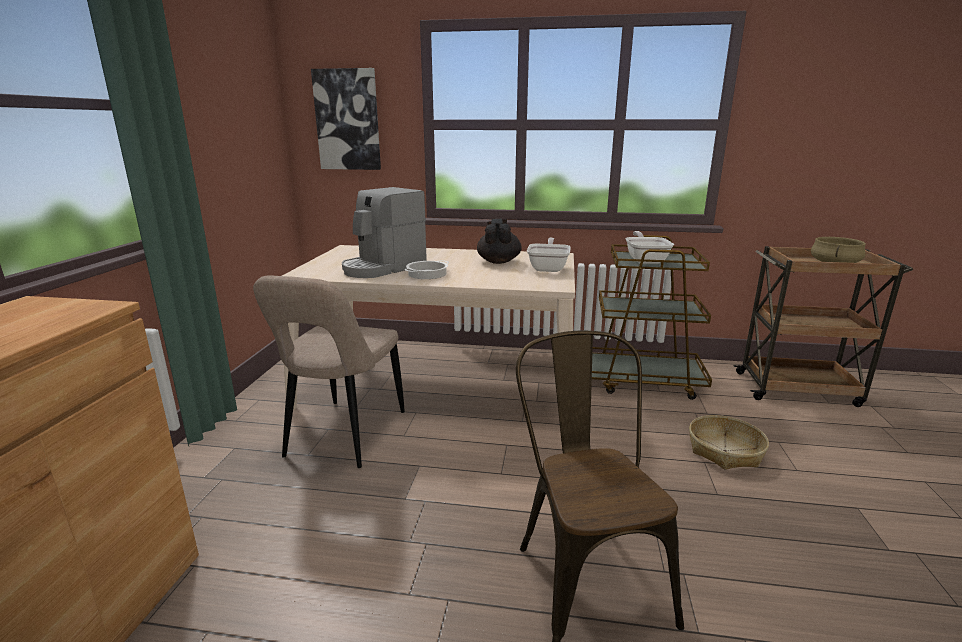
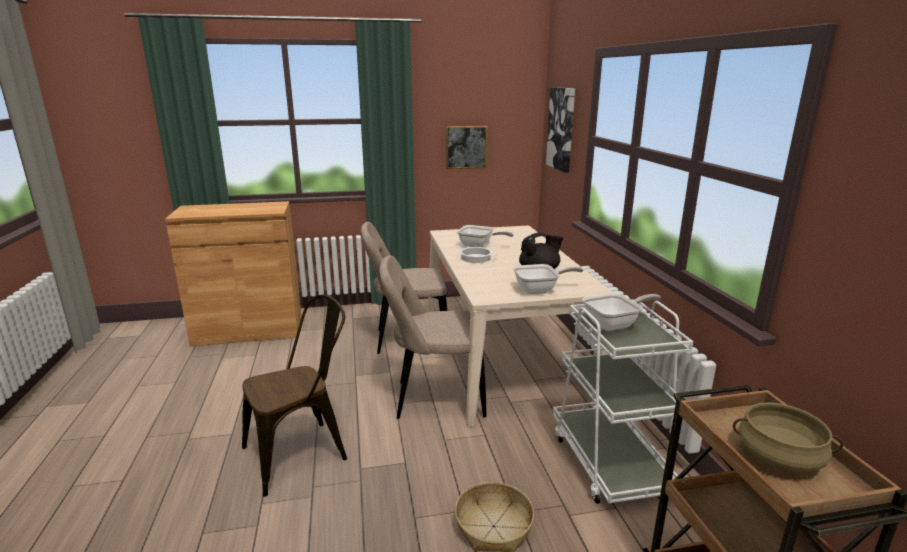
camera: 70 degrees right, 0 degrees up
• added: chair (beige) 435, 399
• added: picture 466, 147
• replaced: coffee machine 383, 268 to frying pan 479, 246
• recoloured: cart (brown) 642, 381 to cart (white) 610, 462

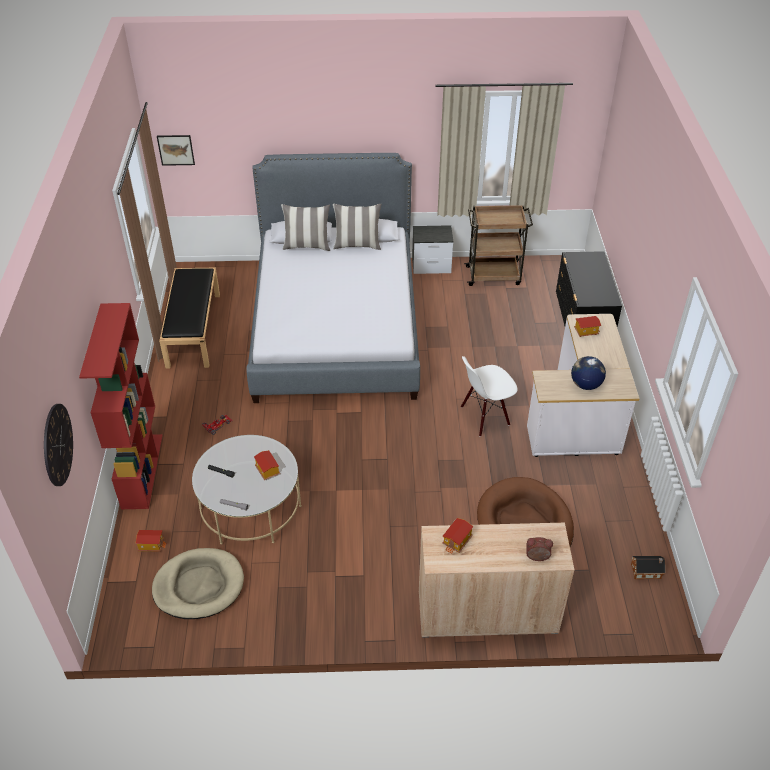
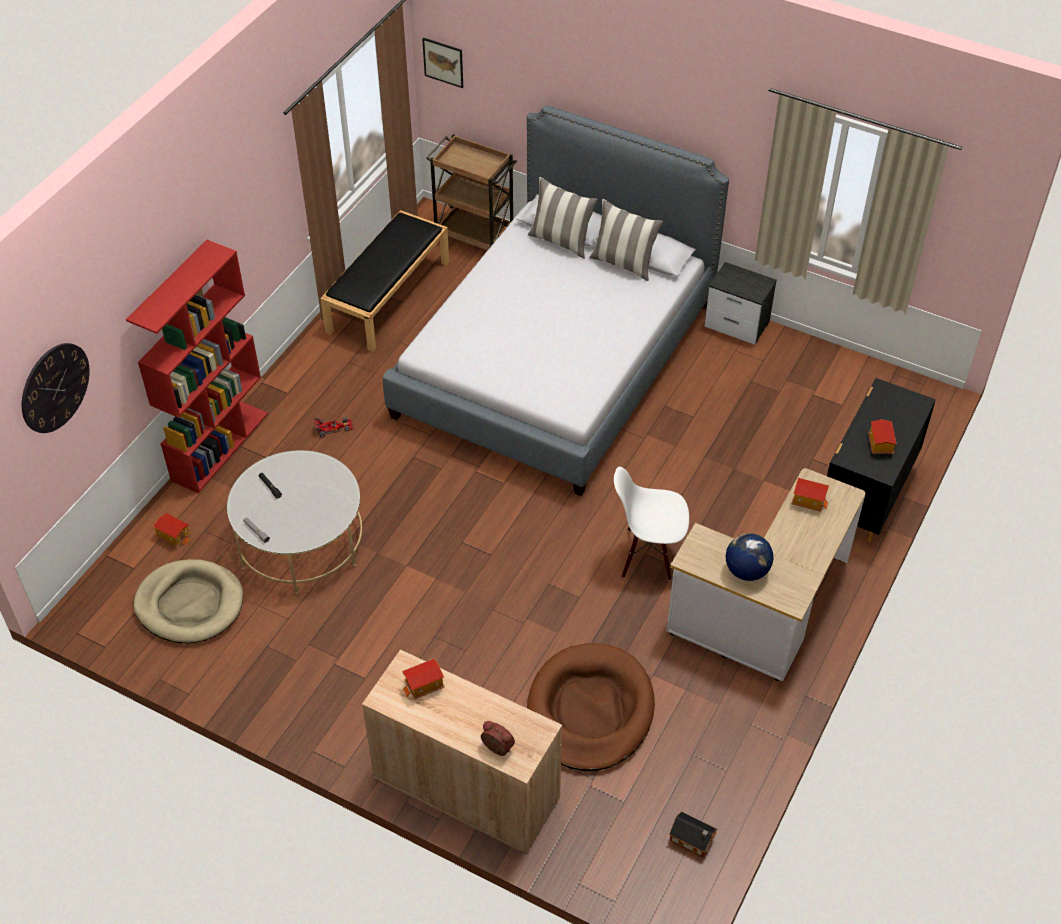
camera: 30 degrees right, 5 degrees up
• moved: toy house 267, 471 to 879, 444
• moved: cart (brown) 494, 275 to 474, 235

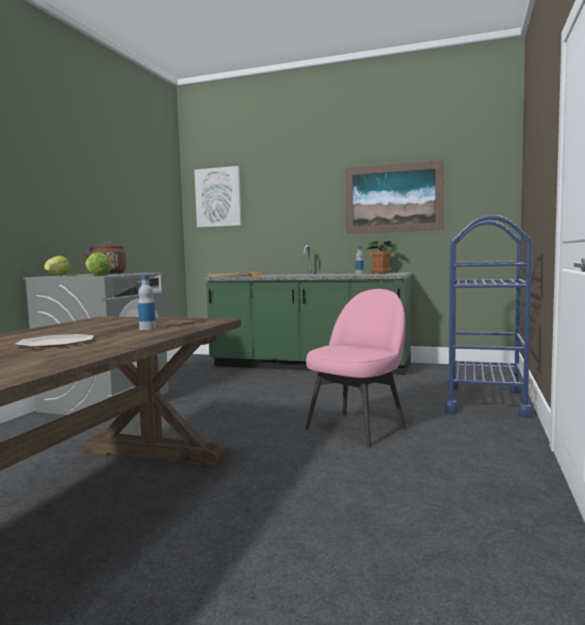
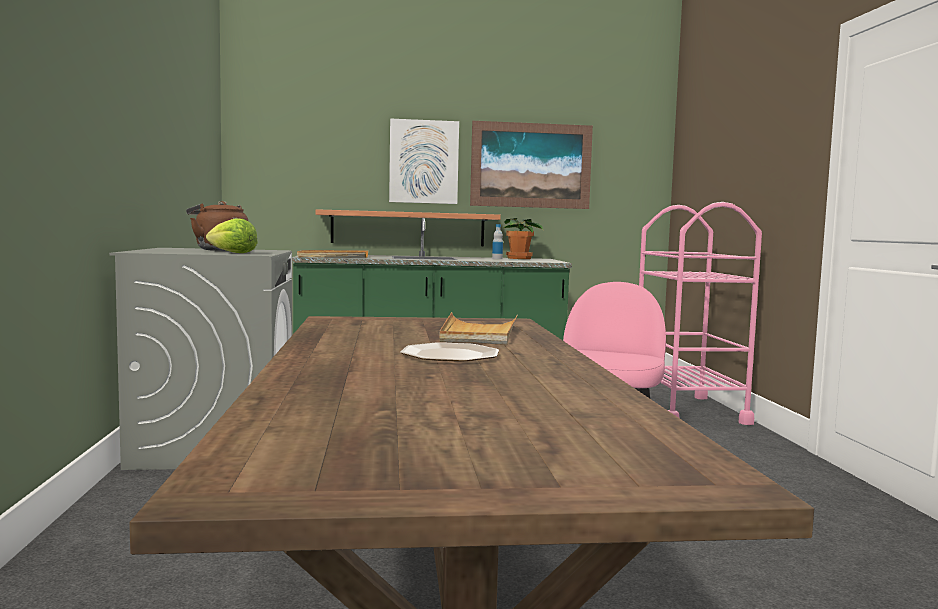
camera: 25 degrees left, 0 degrees up
• removed: lettuce 57, 275
• added: shelf 408, 228
• moved: picture 218, 197 to 423, 162
• replaced: bottle 147, 328 to tray (beige) 478, 333
• recoloured: cart (blue) 485, 401 to cart (pink) 687, 410

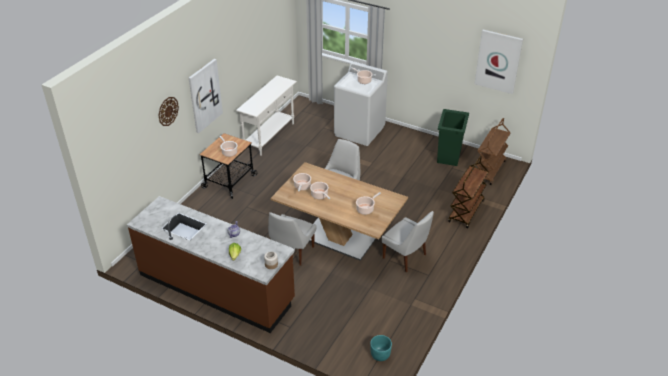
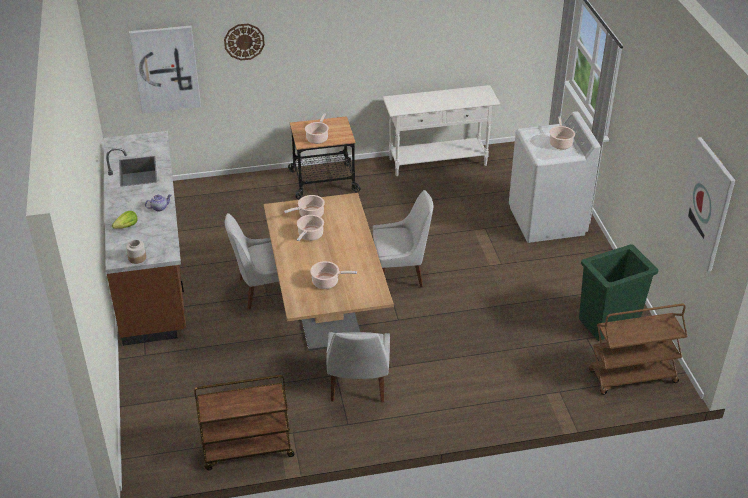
camera: 50 degrees right, 0 degrees up
• removed: planter (turquoise) 380, 355
• moved: picture 205, 95 to 166, 69
• moved: cart (brown) 466, 212 to 247, 450

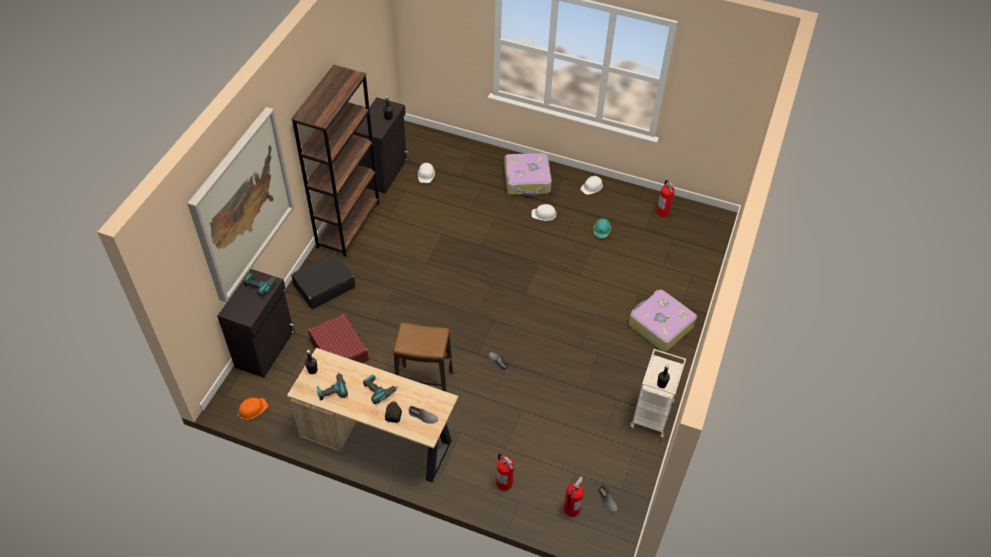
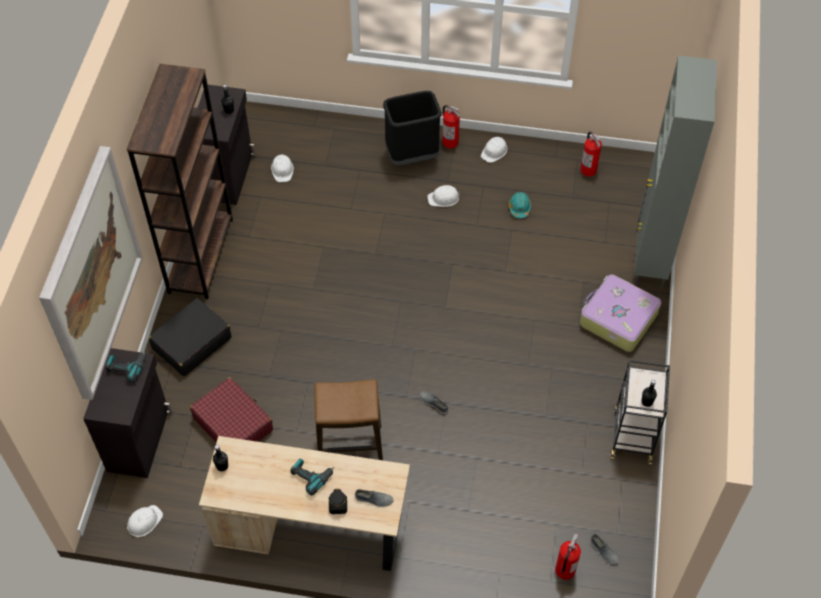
camera: 10 degrees left, 5 degrees up
• removed: power drill 332, 390
• added: cabinet (grey) 650, 258
• moved: fire extinguisher 504, 483 to 450, 142
• replaced: suitcase 527, 180 to trash can (black) 412, 155
• recoloured: hard hat (orange) 252, 409 to hard hat (white) 144, 521
• recoloured: cart (white) 651, 415 to cart (black) 632, 435

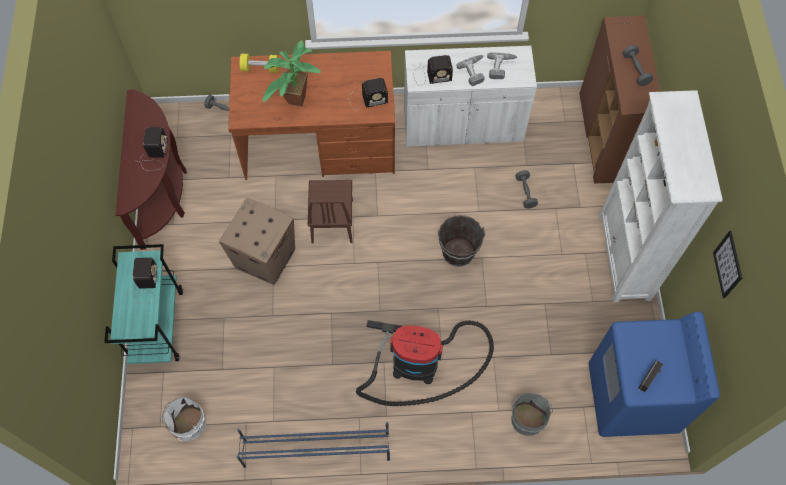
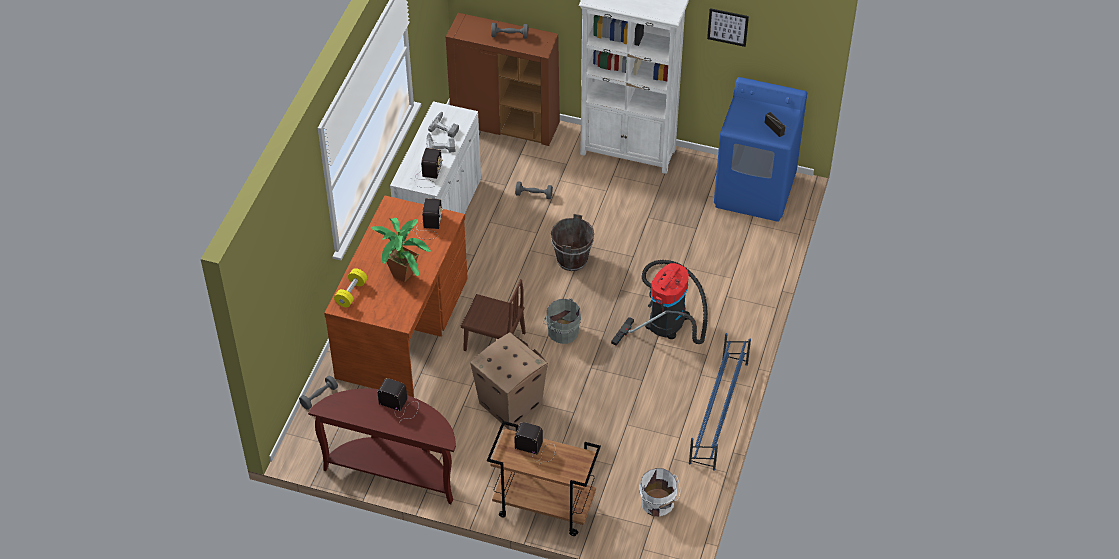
camera: 70 degrees left, 15 degrees down
• moved: bucket (grey) 527, 418 to 562, 331
• recoloured: cart (turquoise) 157, 325 to cart (brown) 543, 507

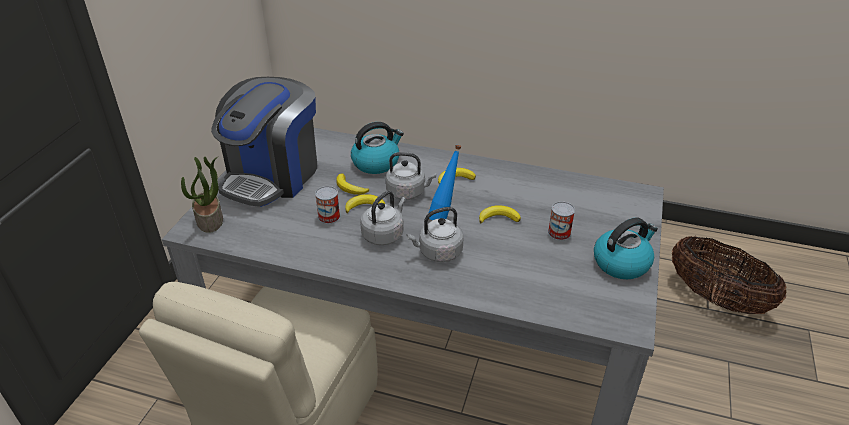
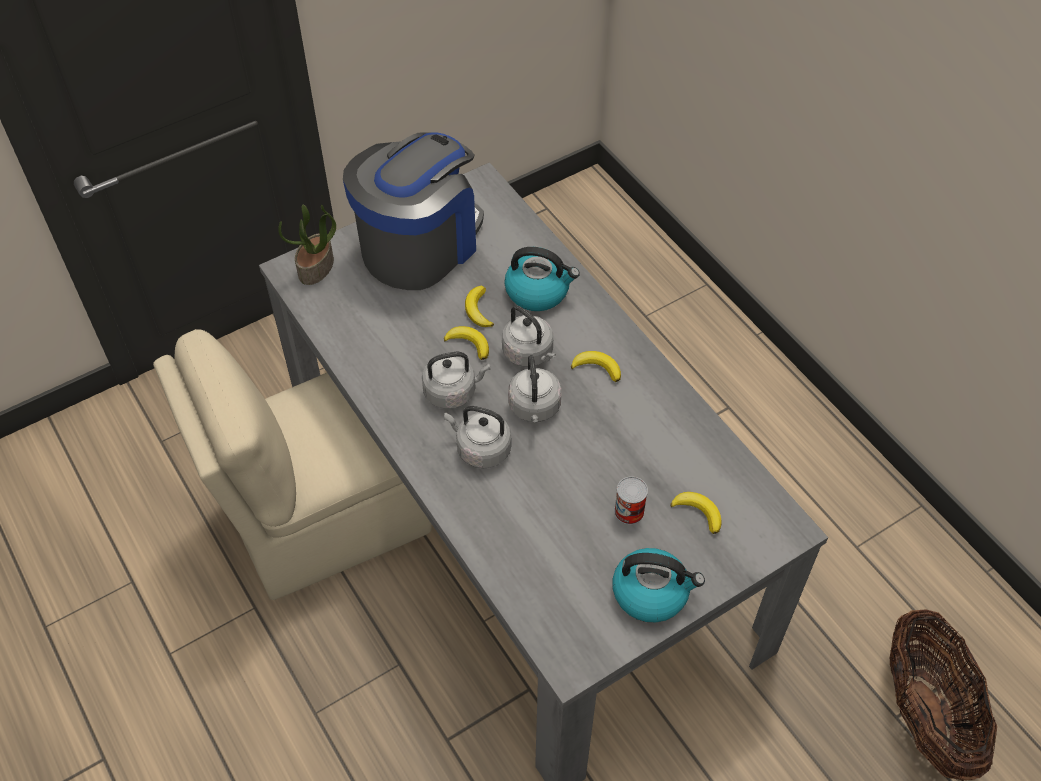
camera: 40 degrees right, 15 degrees up
• removed: can 329, 216
• moved: banana 498, 217 to 698, 512
• replaced: bottle (blue) 444, 215 to kettle (grey) 534, 408
• turned: coffee machine 272, 175 = 420, 245 150 degrees clockwise

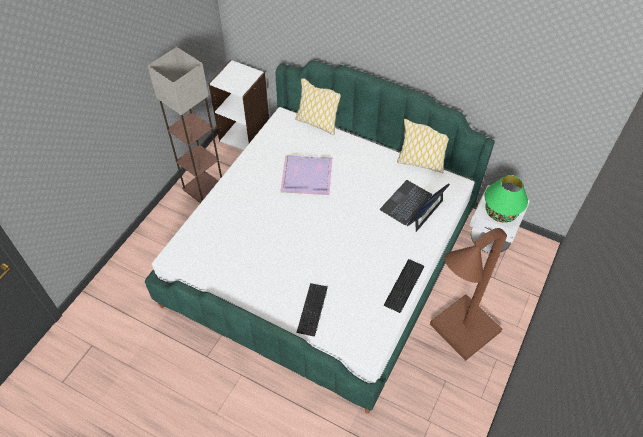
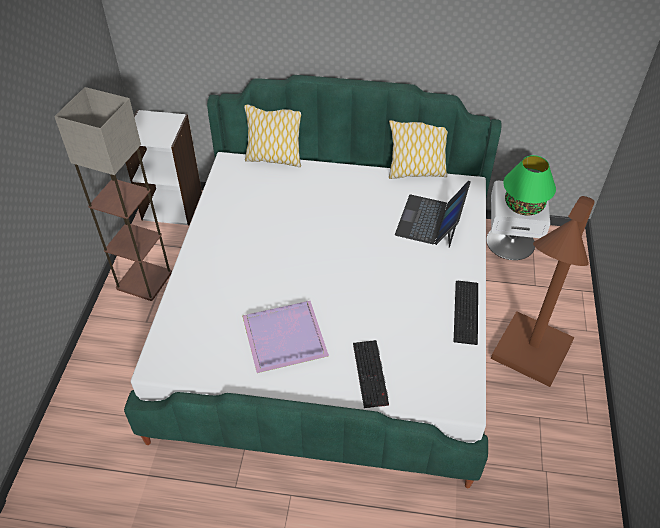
camera: 20 degrees left, 5 degrees down
• moved: tray (purple) 306, 175 to 283, 336

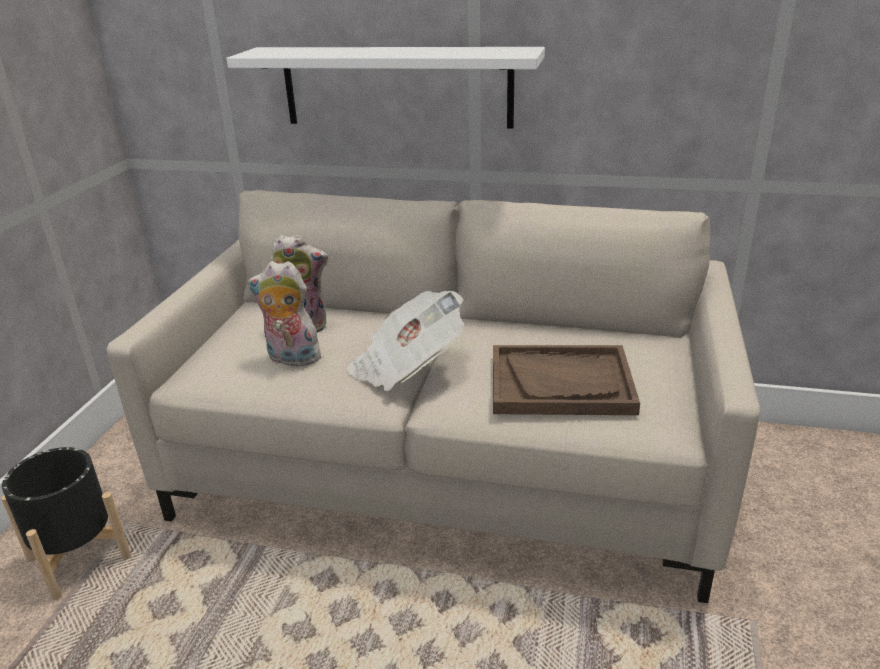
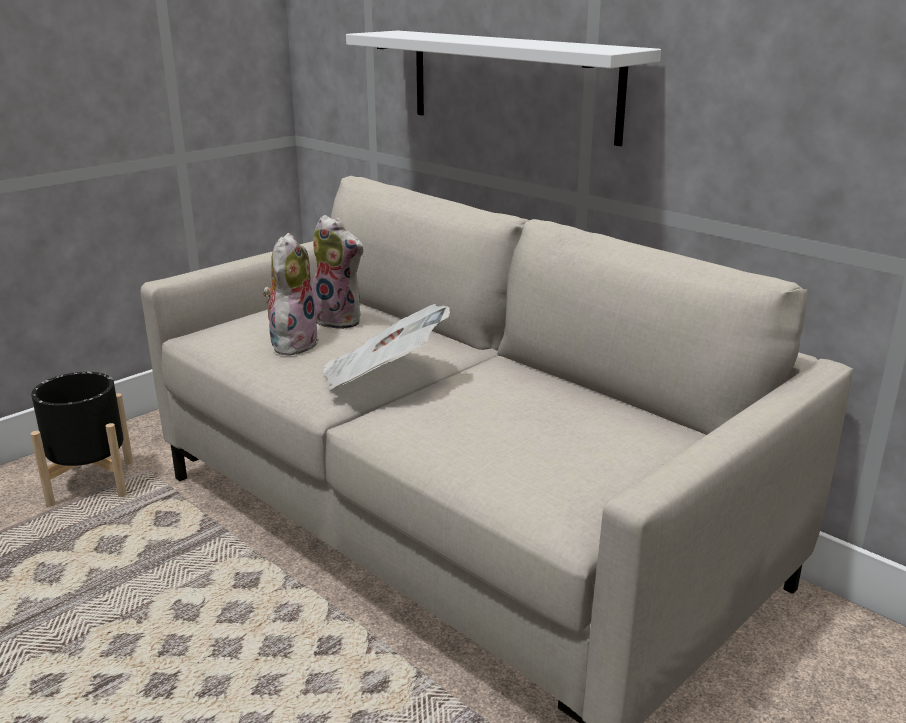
camera: 30 degrees right, 5 degrees down
• removed: tray (brown) 561, 383
• turned: plush toy 291, 359 = 292, 343 60 degrees clockwise

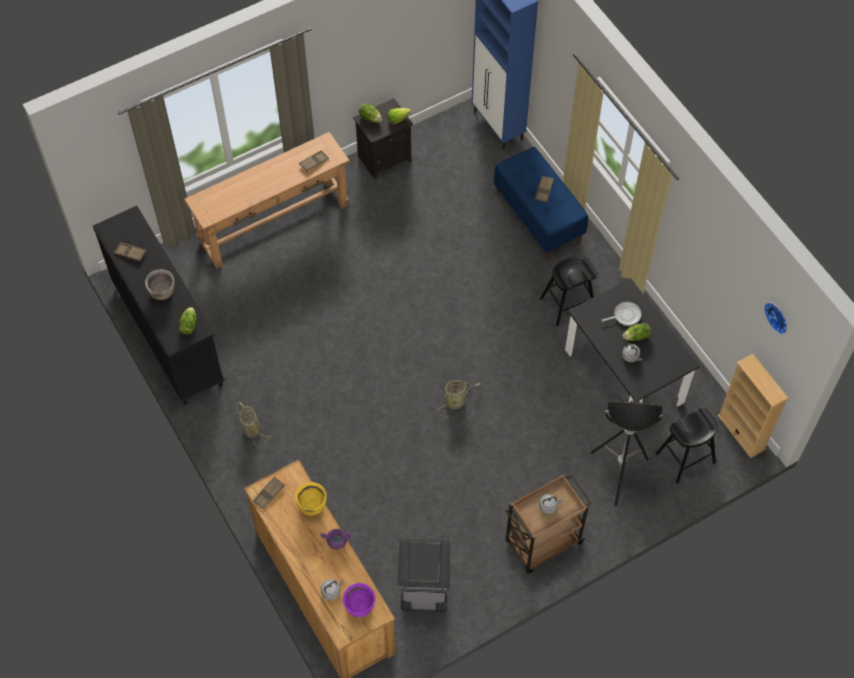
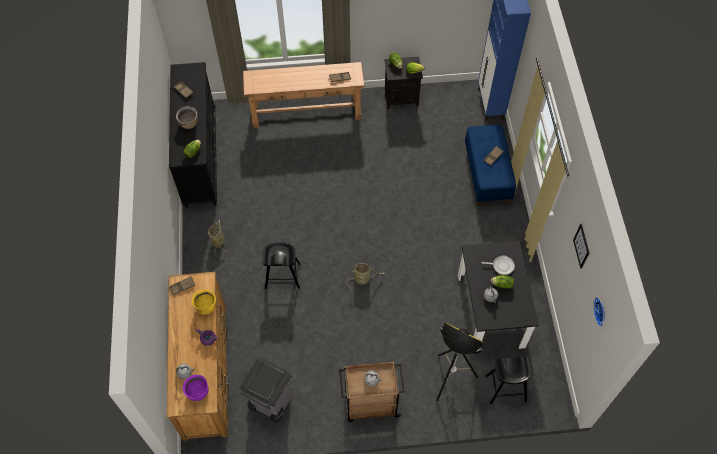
camera: 25 degrees right, 0 degrees up
• removed: bookcase (beige) 741, 432
• added: picture 581, 246
• moved: stool (black) 567, 304 to 282, 276

